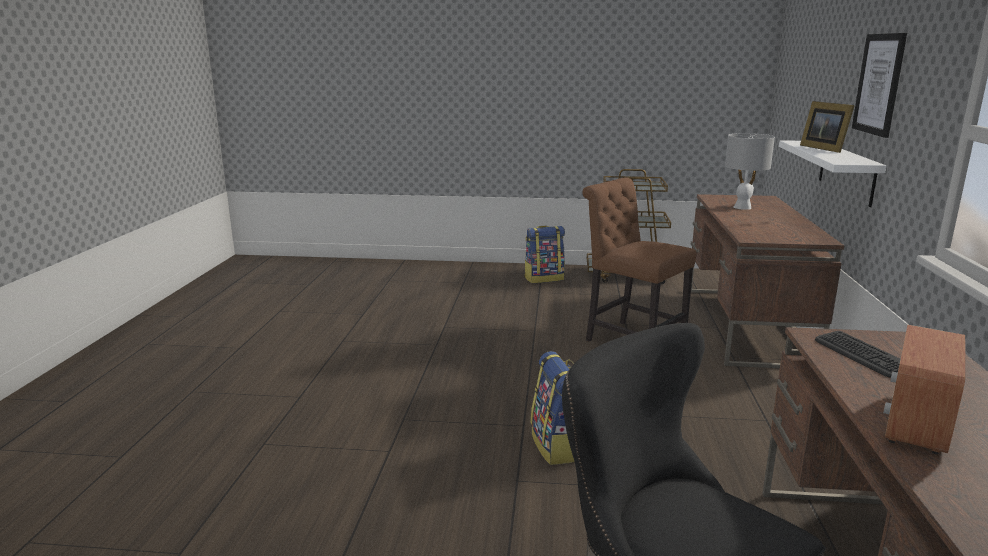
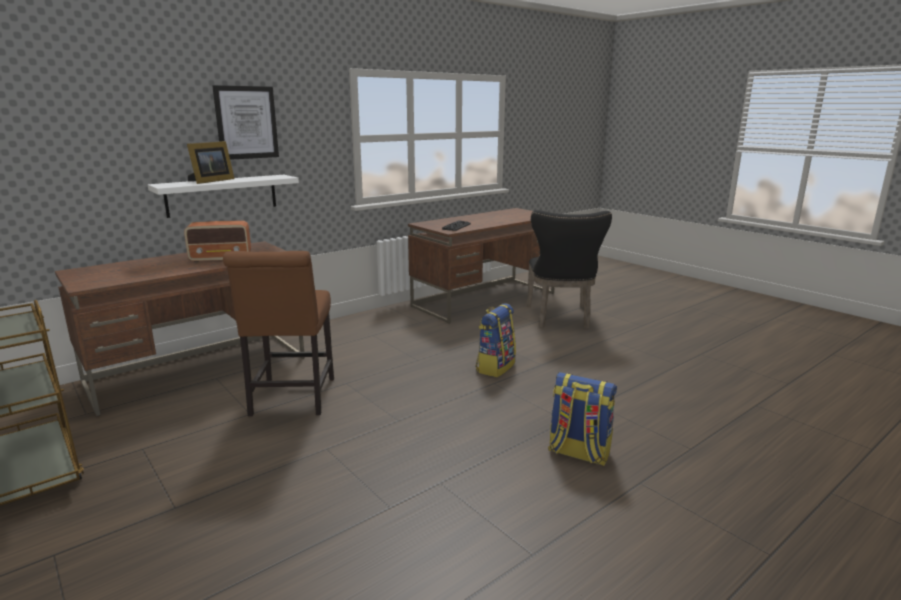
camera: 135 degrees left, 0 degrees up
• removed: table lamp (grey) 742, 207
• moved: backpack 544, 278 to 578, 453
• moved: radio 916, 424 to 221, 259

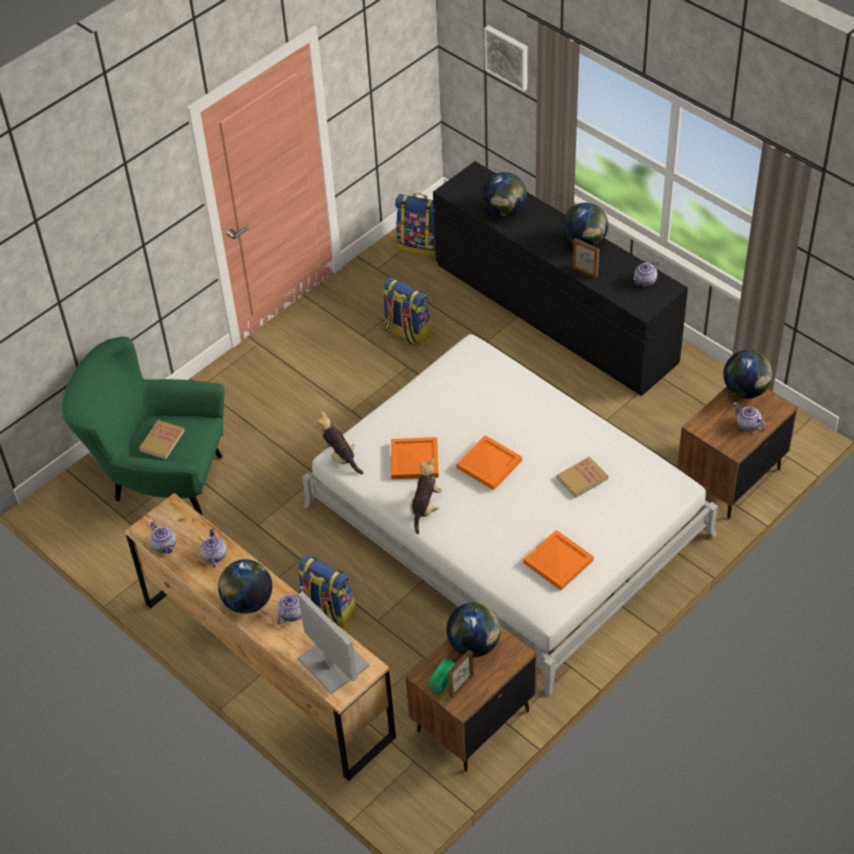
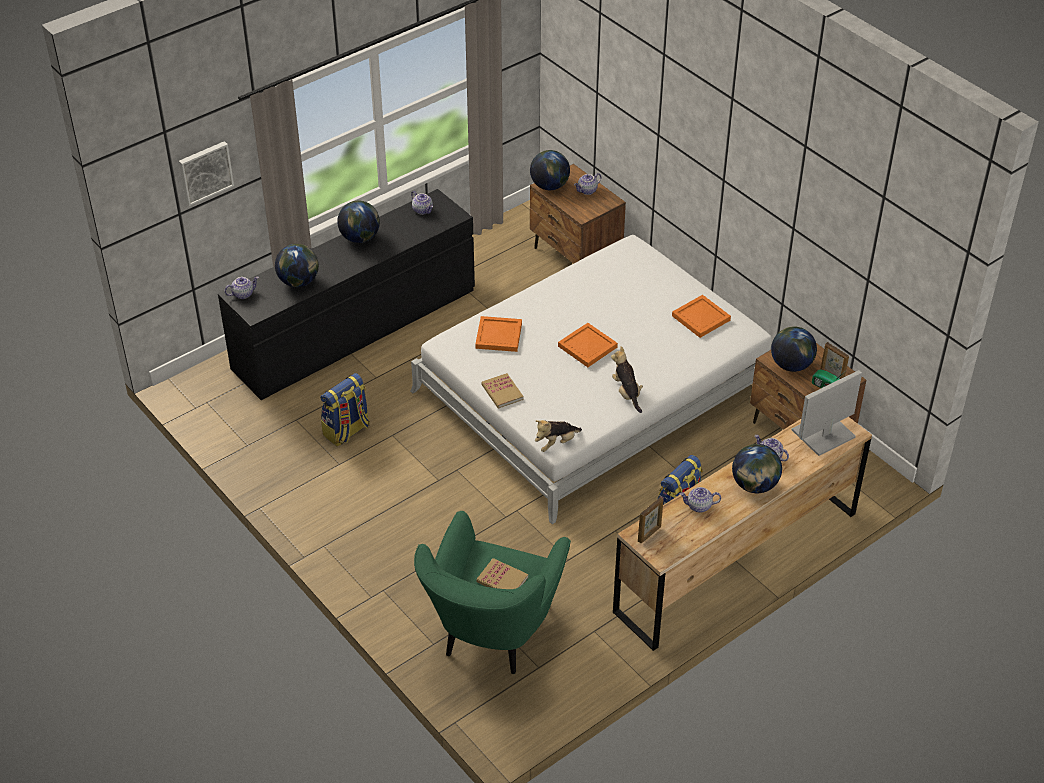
camera: 85 degrees left, 5 degrees down
• removed: backpack 420, 244
• moved: teapot 165, 545 to 243, 294
• moved: tray (orange) 413, 459 to 498, 336
• moved: book 582, 478 to 502, 392
• moved: picture frame 584, 271 to 649, 534
• turned: plush toy 425, 507 = 627, 393 45 degrees clockwise

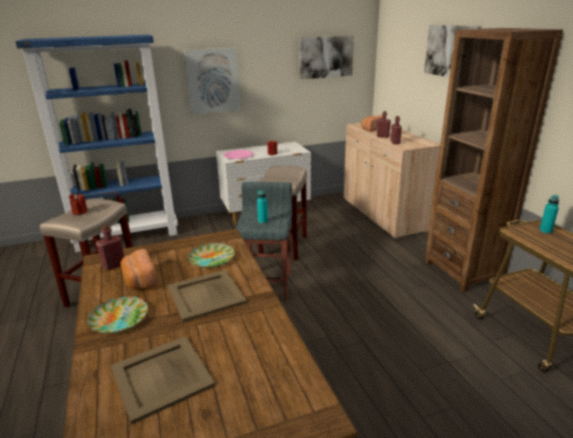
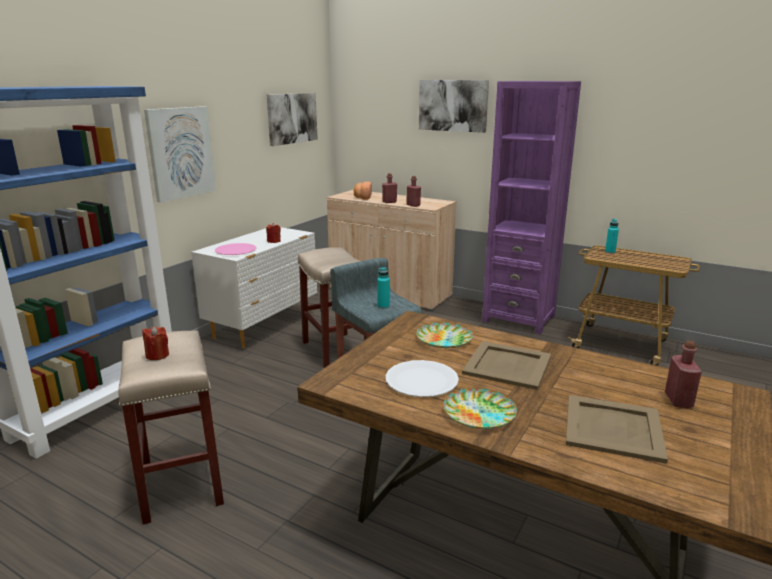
camera: 40 degrees left, 5 degrees down
• moved: bottle (red) 114, 265 to 678, 400
• replaced: bread 139, 280 to plate (white) 421, 380
• recoloured: bookcase (brown) 463, 271 to bookcase (purple) 518, 318

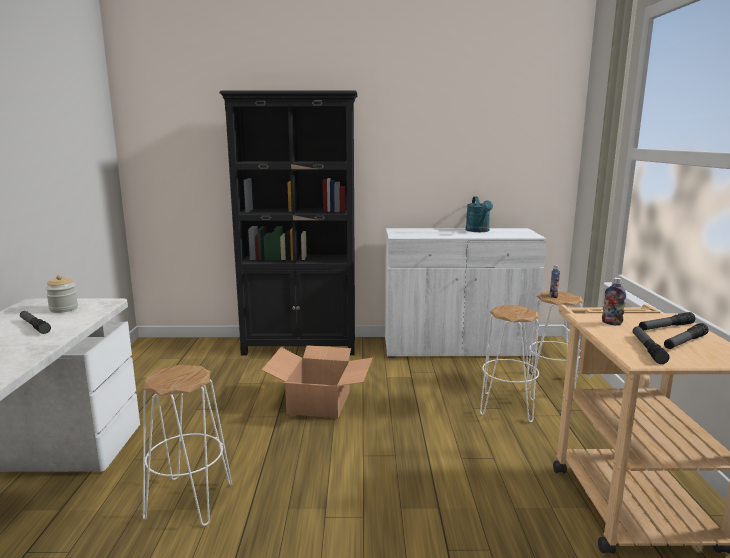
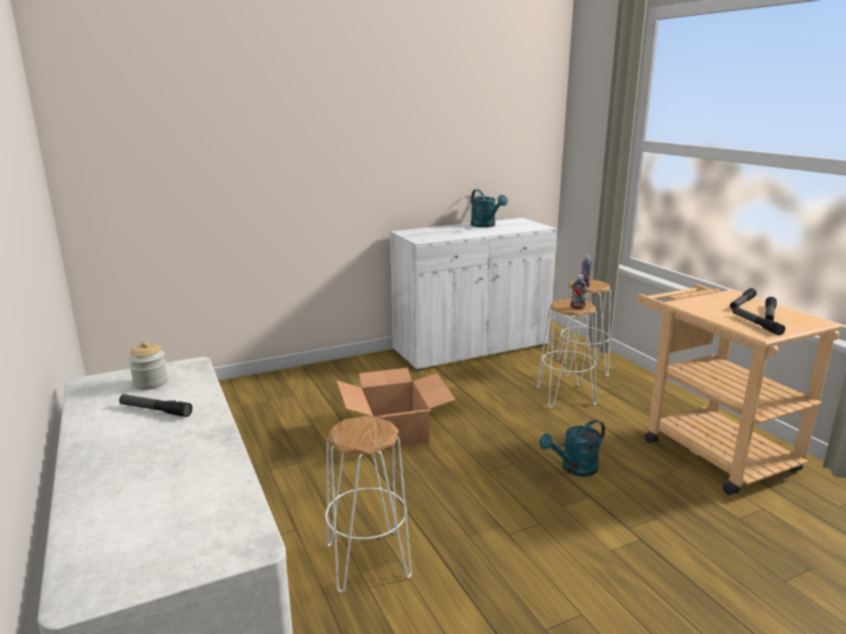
camera: 25 degrees left, 5 degrees up
• removed: bookcase (black) 300, 347
• added: watering can (turquoise) 574, 469
• moved: bottle 611, 323 to 577, 307

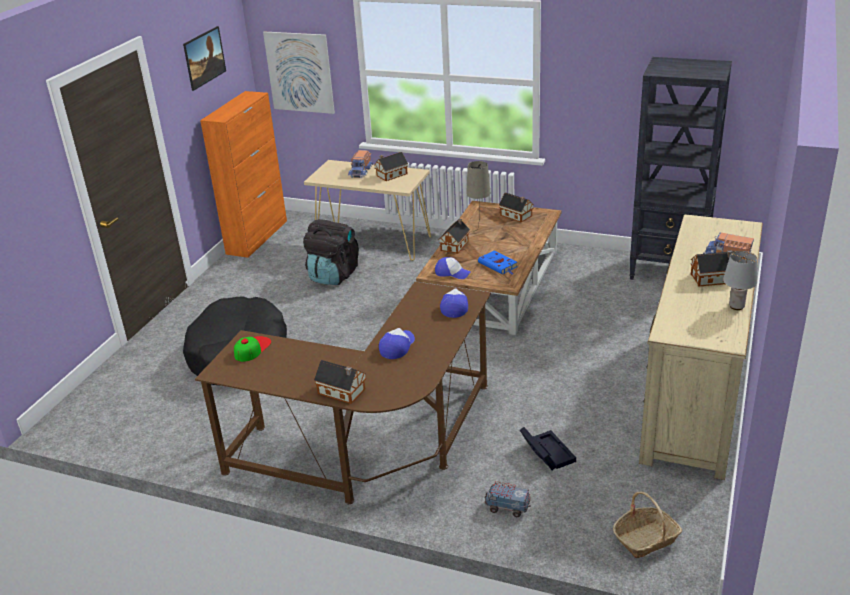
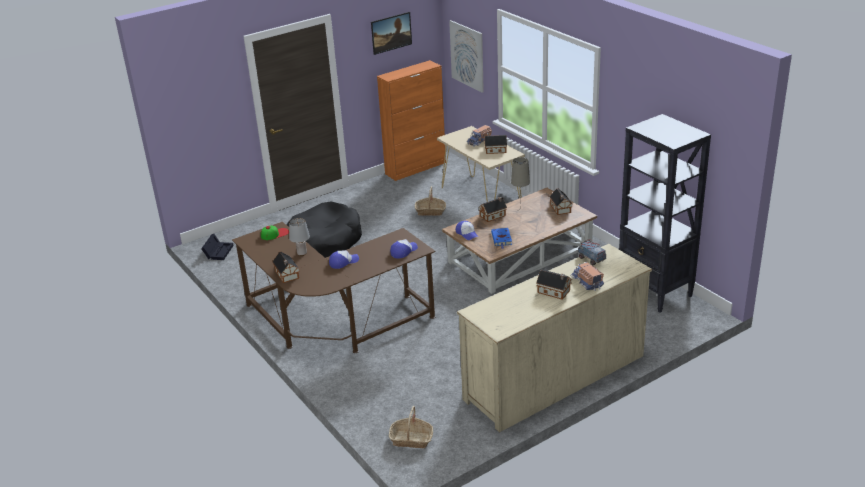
camera: 35 degrees right, 0 degrees up
• moved: toy truck 507, 508 to 591, 259
• moved: storage box (black) 546, 452 to 218, 251
• moved: table lamp (grey) 737, 307 to 302, 253
• replaced: backpack (black) 333, 275 to basket 430, 211

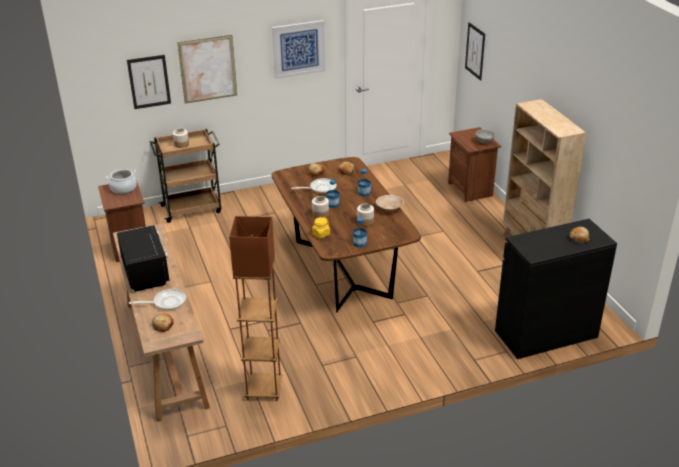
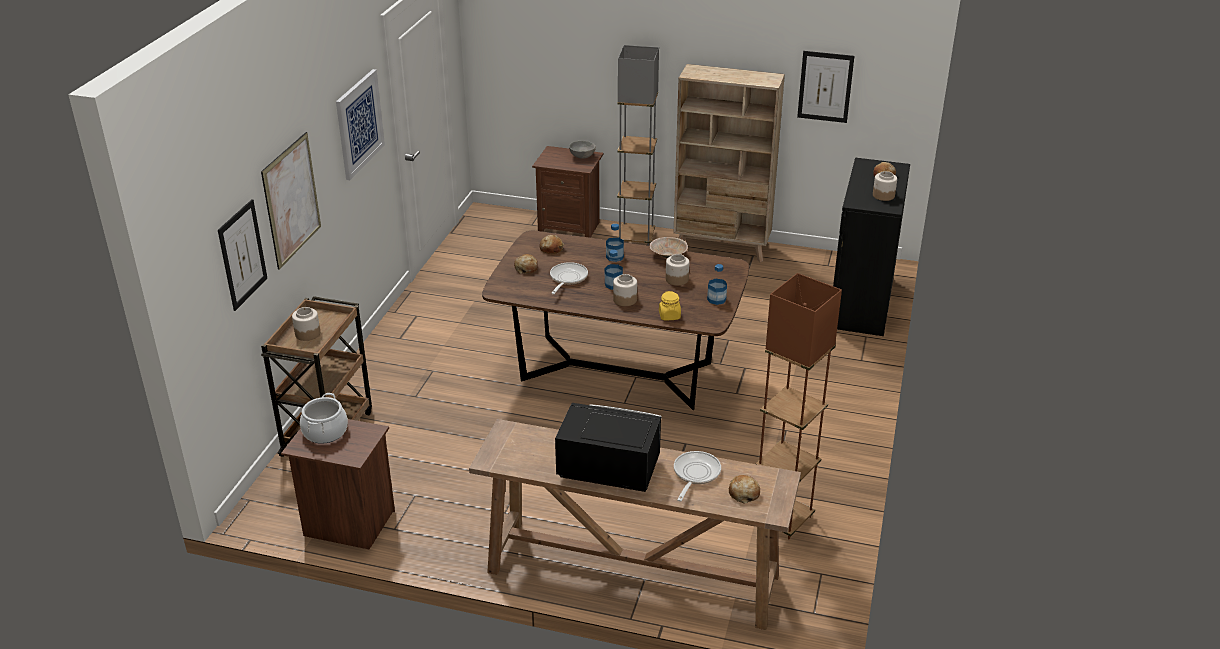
camera: 55 degrees left, 0 degrees up
• added: floor lamp (grey) 636, 238
• added: jar 883, 195
• moved: picture 475, 51 to 825, 86

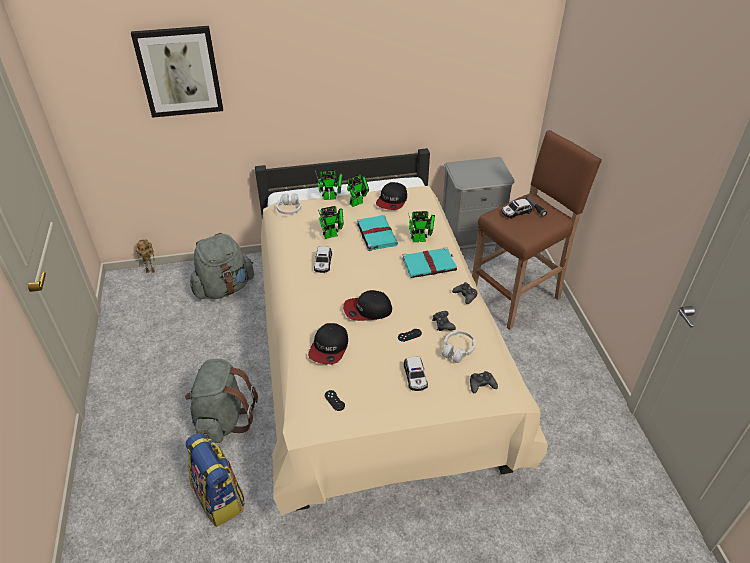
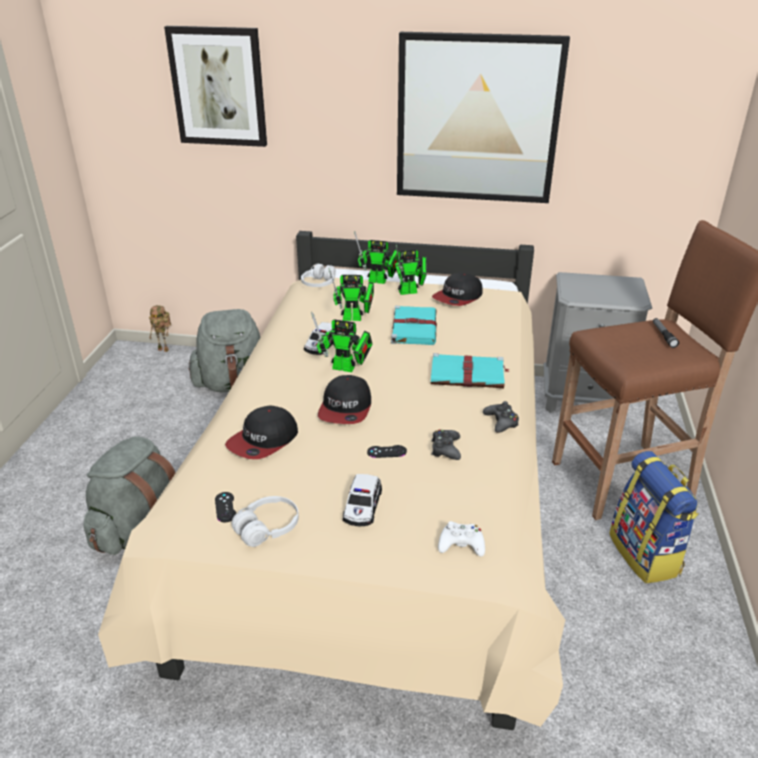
camera: 20 degrees right, 10 degrees down
• removed: toy car 515, 212
• added: picture 477, 119
• moved: backpack 220, 498 to 645, 555
• moved: toy robot 421, 239 to 347, 368
• moved: headphones (white) 457, 350 to 267, 528
• recoloured: game controller (black) 481, 384 to game controller (white) 461, 544
• turned: cap 367, 310 = 346, 408 90 degrees counterclockwise

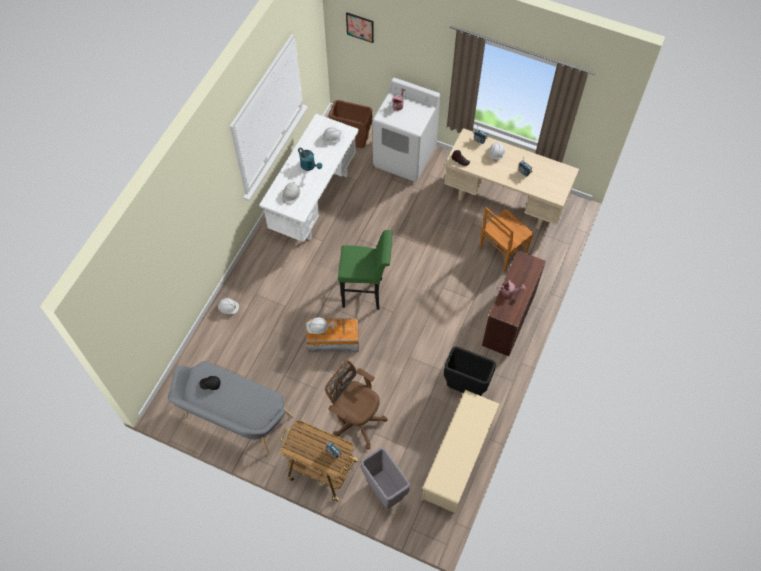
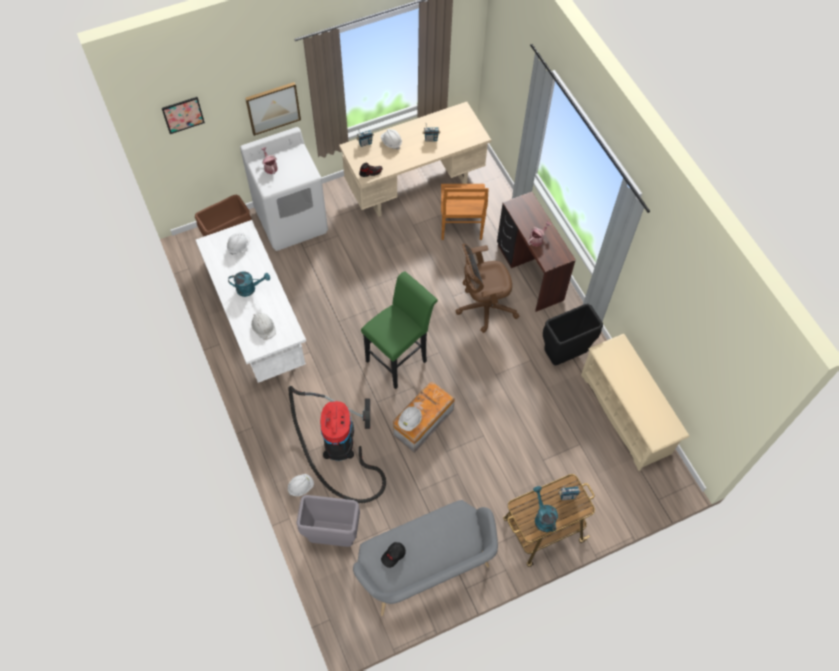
camera: 50 degrees left, 0 degrees up
• added: picture 273, 107
• added: vacuum cleaner 340, 447
• added: watering can (turquoise) 542, 517
• moved: office chair (brown) 356, 419 to 483, 307
• moved: trash can (grey) 384, 492 to 333, 537

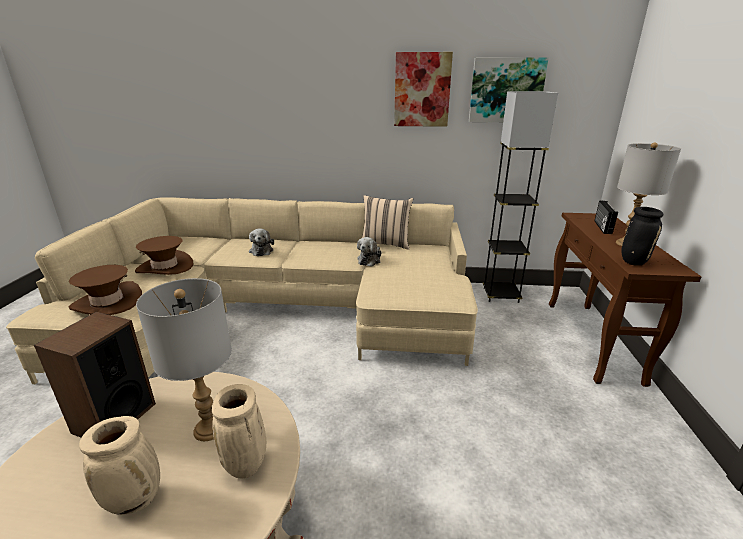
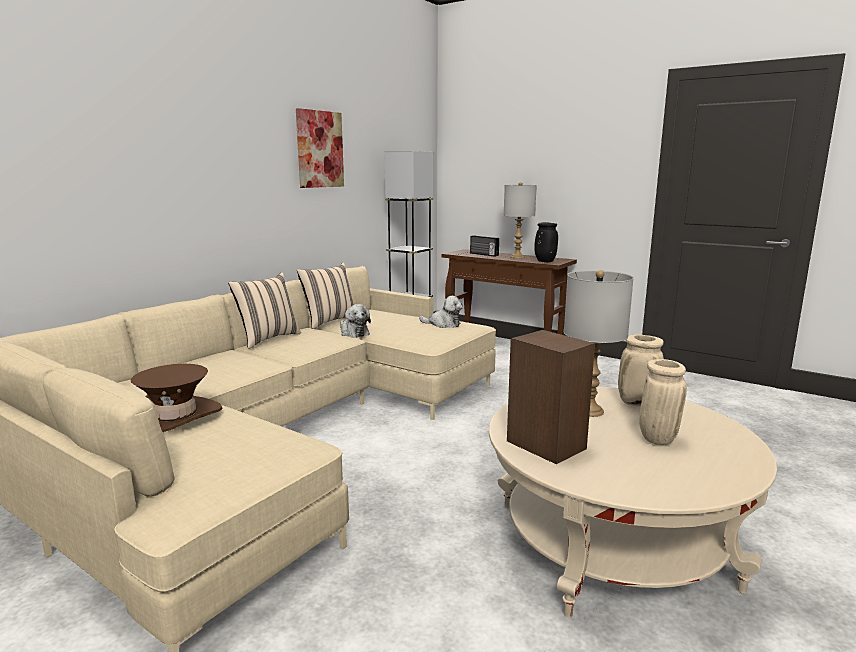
camera: 60 degrees left, 10 degrees down
• removed: hat (brown) 107, 303
• removed: picture 506, 90
• added: pillow (beige) 267, 339
• moved: plush toy 261, 250 to 443, 324

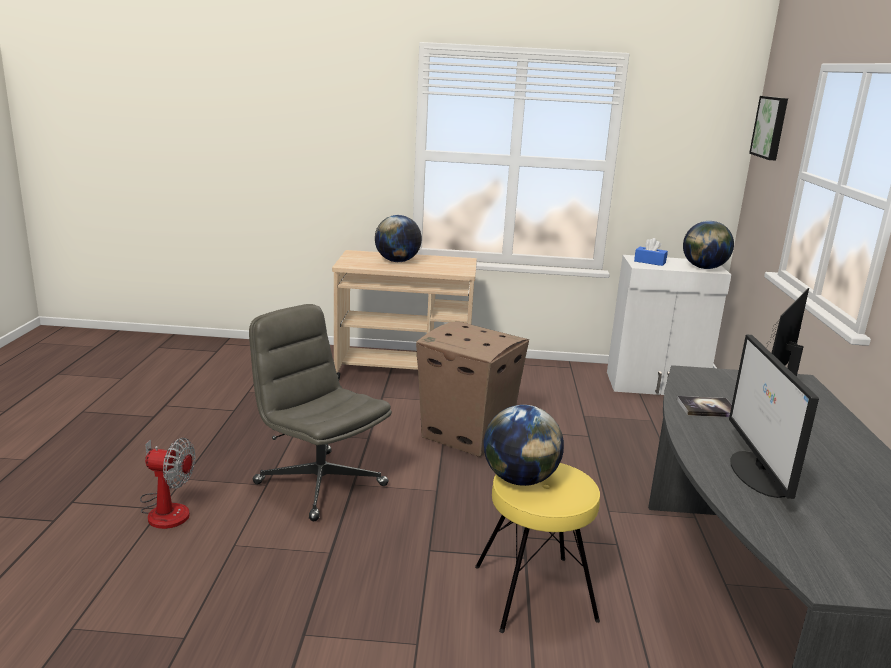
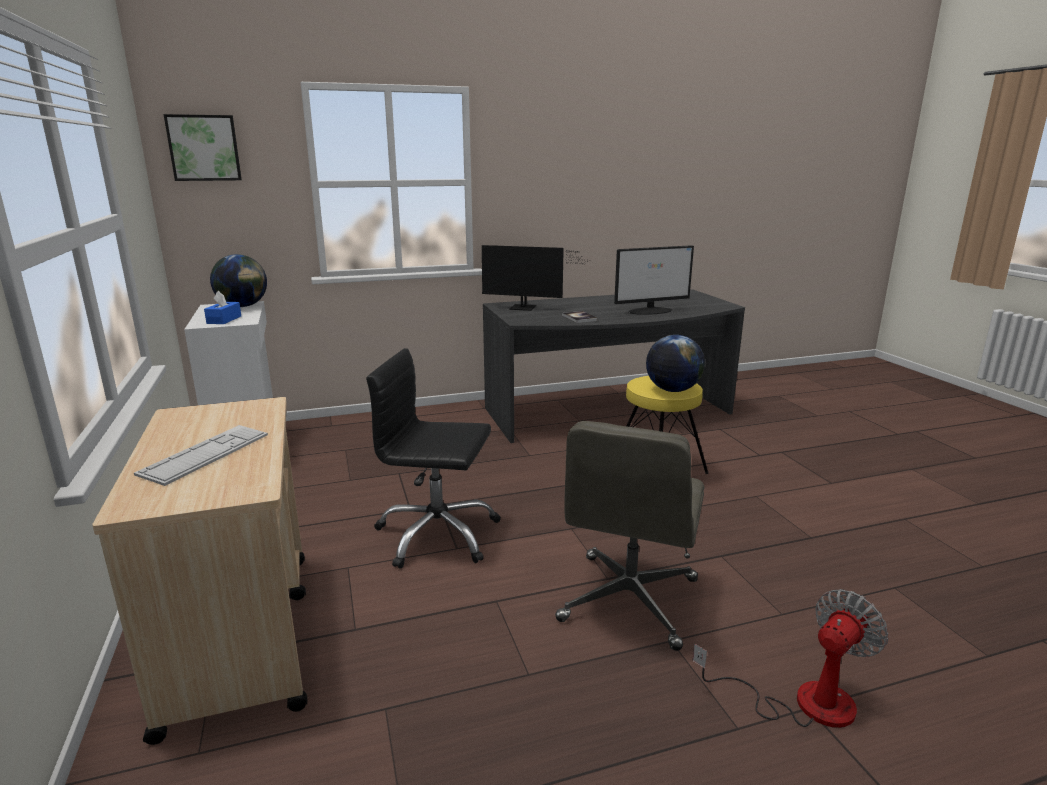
camera: 110 degrees left, 0 degrees up
• replaced: globe 397, 261 to keyboard 205, 454
• replaced: cardboard box 468, 434 to office chair (black) 437, 535
• turned: fan 166, 509 = 802, 702 60 degrees clockwise

